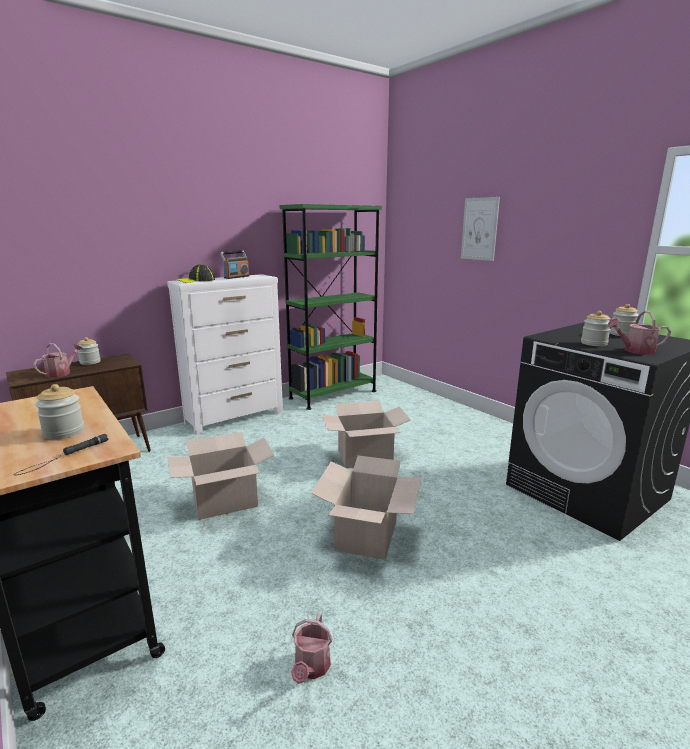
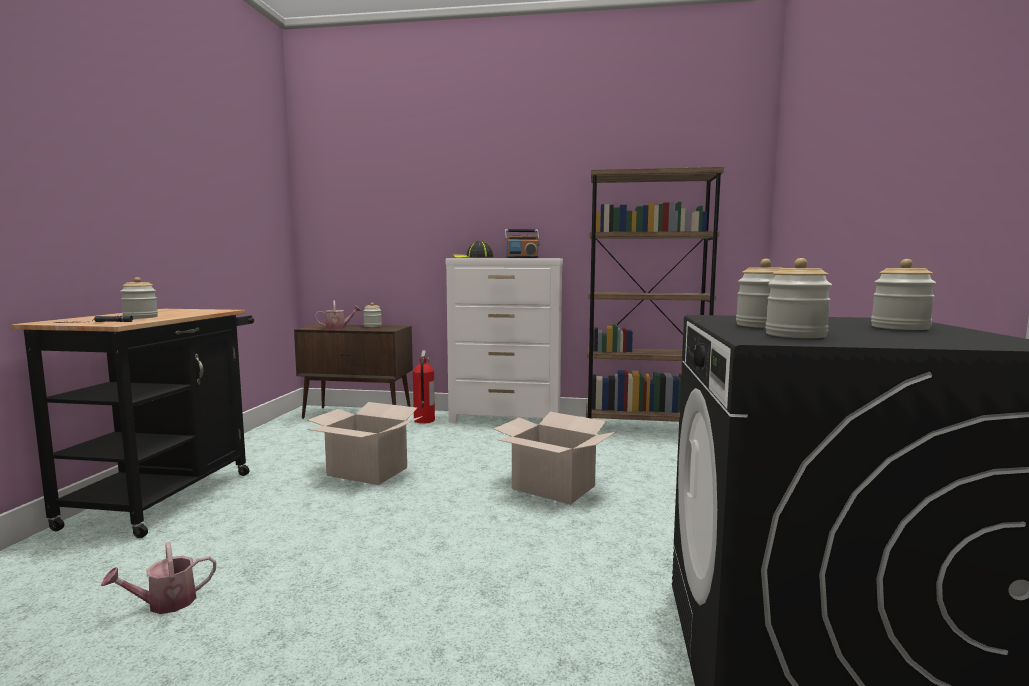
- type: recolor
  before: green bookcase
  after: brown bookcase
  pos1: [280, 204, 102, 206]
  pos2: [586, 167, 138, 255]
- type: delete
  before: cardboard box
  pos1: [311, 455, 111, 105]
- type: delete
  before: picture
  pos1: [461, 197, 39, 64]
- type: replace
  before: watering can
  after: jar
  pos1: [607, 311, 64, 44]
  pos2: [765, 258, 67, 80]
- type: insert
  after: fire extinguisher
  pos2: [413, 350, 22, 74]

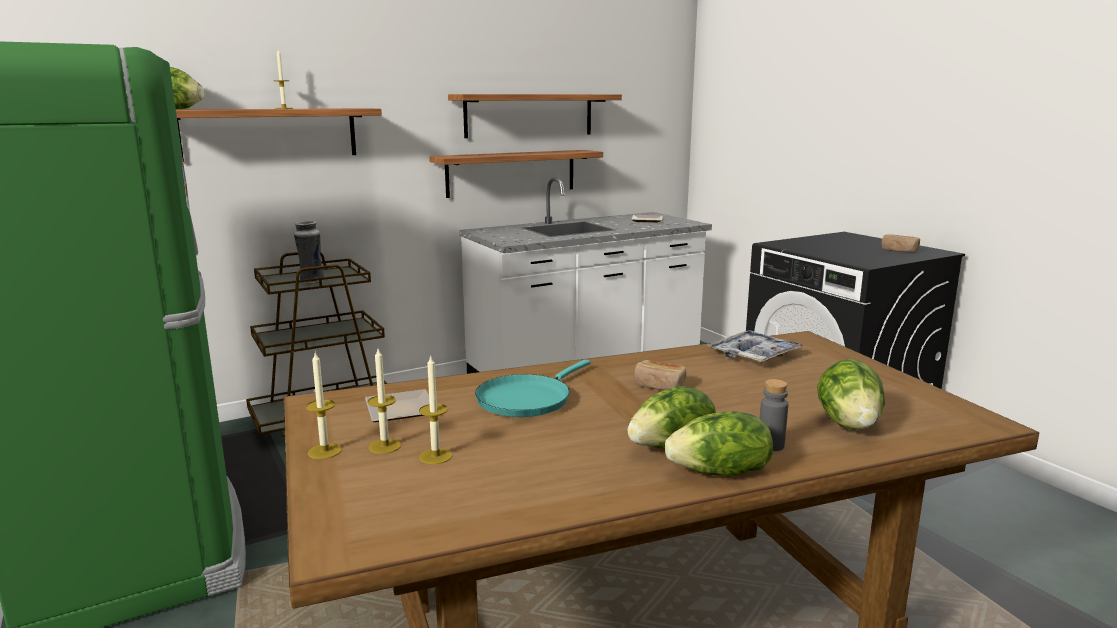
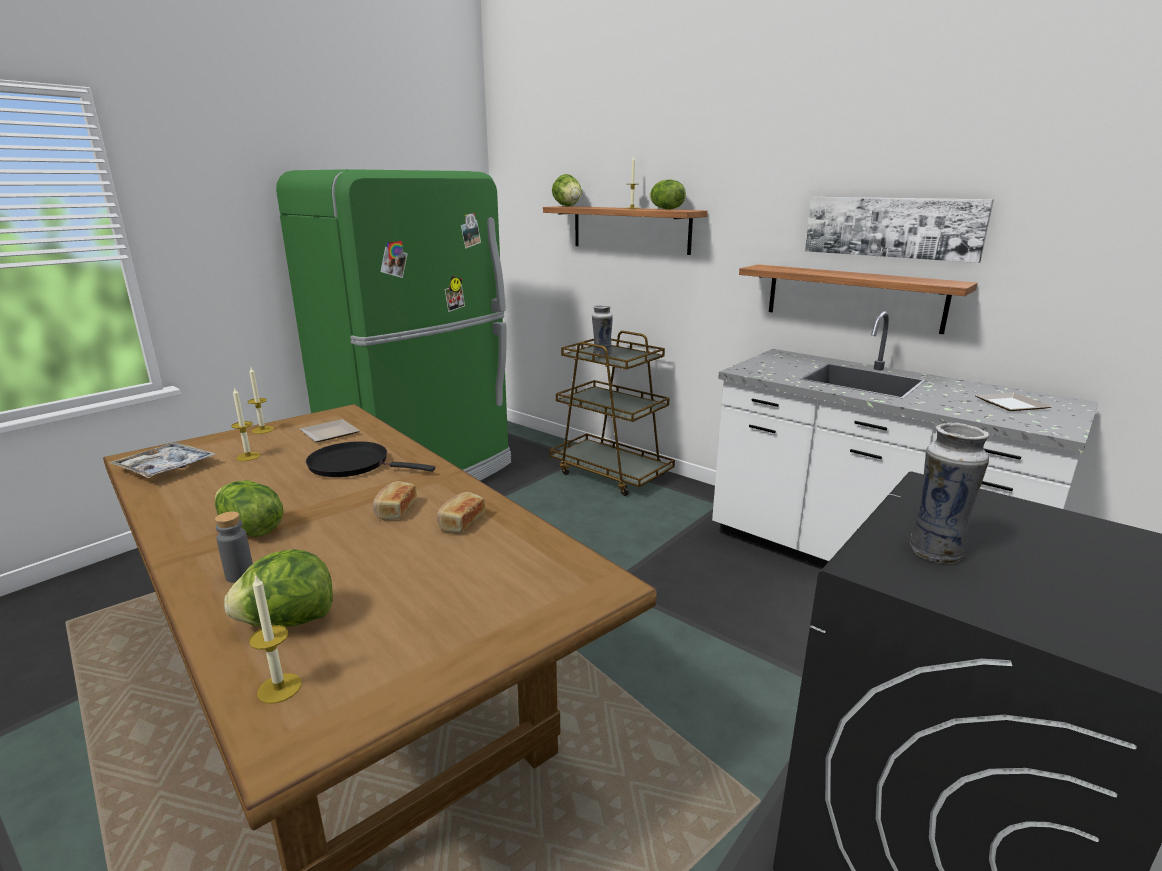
- type: move
  before: candle
  pos1: [367, 349, 35, 105]
  pos2: [249, 574, 53, 130]
- type: replace
  before: shelf
  after: picture
  pos1: [448, 94, 174, 44]
  pos2: [805, 197, 189, 66]
- type: recolor
  before: turquoise frying pan
  after: black frying pan
  pos1: [475, 359, 115, 58]
  pos2: [306, 441, 129, 36]
- type: move
  before: lettuce
  pos1: [665, 411, 108, 65]
  pos2: [650, 179, 36, 31]
- type: move
  before: tray
  pos1: [707, 330, 98, 33]
  pos2: [109, 443, 108, 35]
- type: move
  before: bread
  pos1: [882, 234, 38, 19]
  pos2: [437, 492, 48, 40]
- type: insert
  after: vase
  pos2: [910, 423, 79, 141]

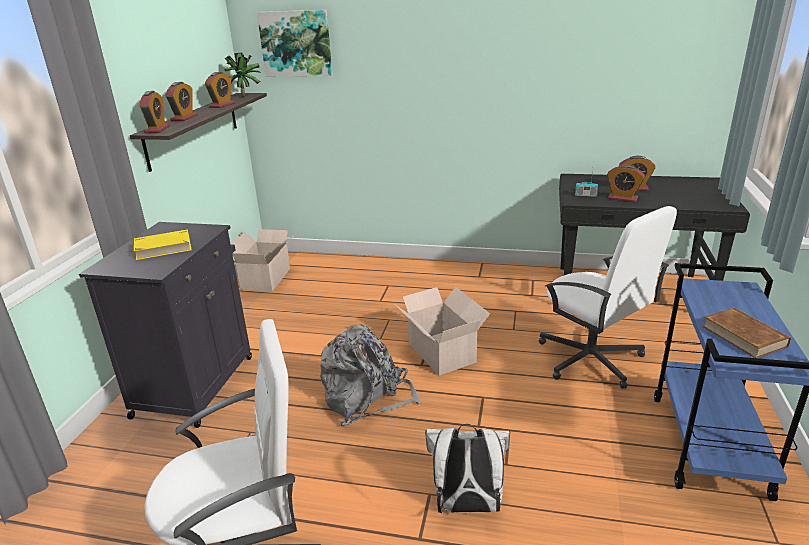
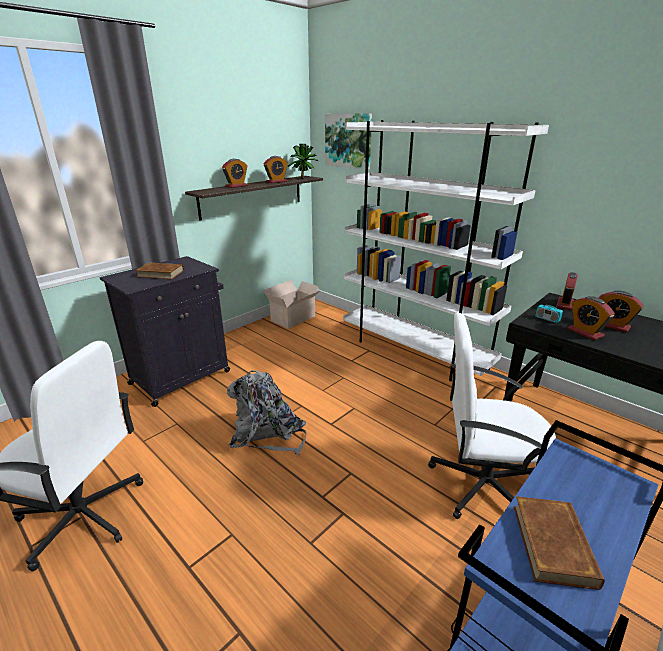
- type: recolor
  before: yellow book
  after: brown book
  pos1: [127, 229, 65, 31]
  pos2: [135, 263, 49, 16]
- type: move
  before: alarm clock
  pos1: [140, 91, 30, 42]
  pos2: [556, 272, 22, 38]
- type: delete
  before: cardboard box
  pos1: [394, 287, 96, 88]
- type: delete
  before: white backpack
  pos1: [425, 424, 84, 90]
- type: rotate
  before: white office chair
  pos1: [539, 206, 138, 183]
  pos2: [428, 313, 128, 206]
  turn: 105
- type: insert
  after: white bookcase
  pos2: [343, 120, 206, 261]

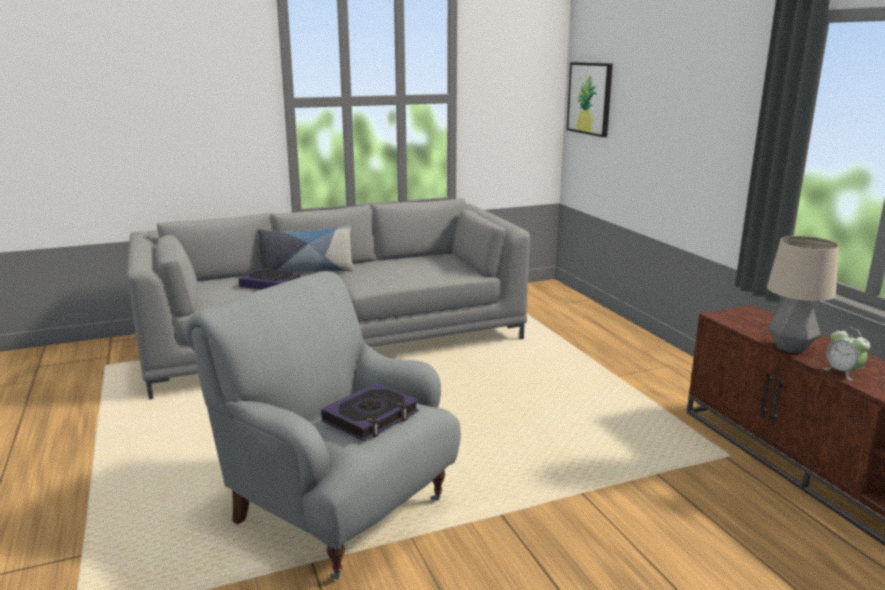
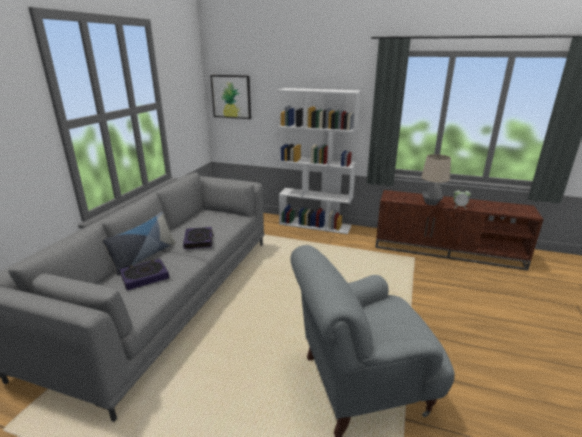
- type: move
  before: book
  pos1: [321, 382, 98, 60]
  pos2: [183, 227, 30, 22]
- type: insert
  after: white bookcase
  pos2: [277, 88, 84, 146]

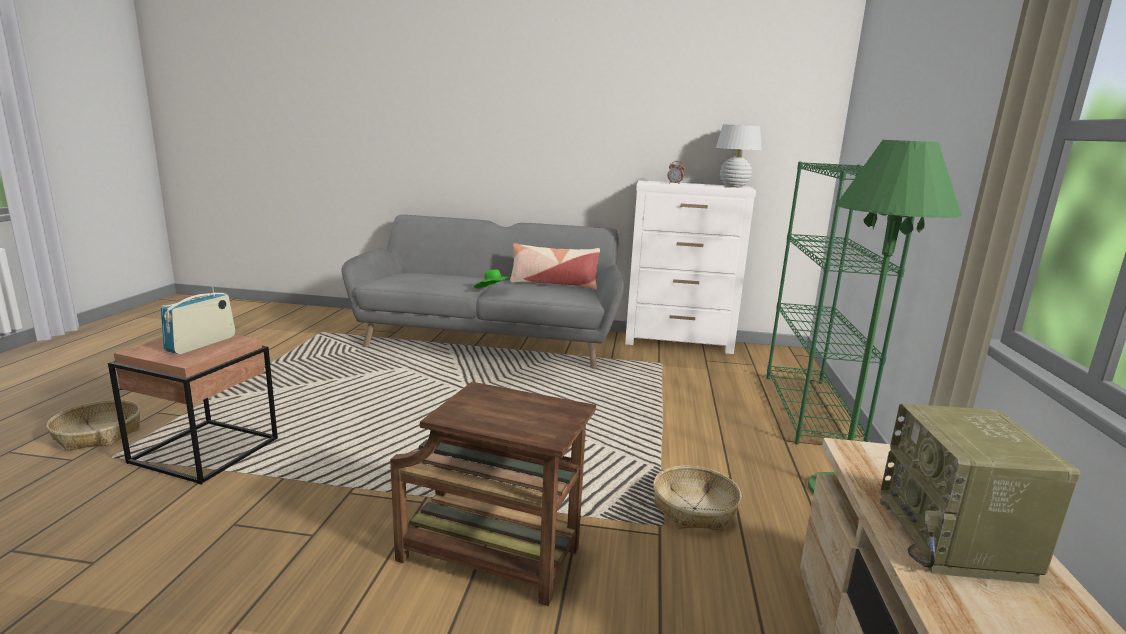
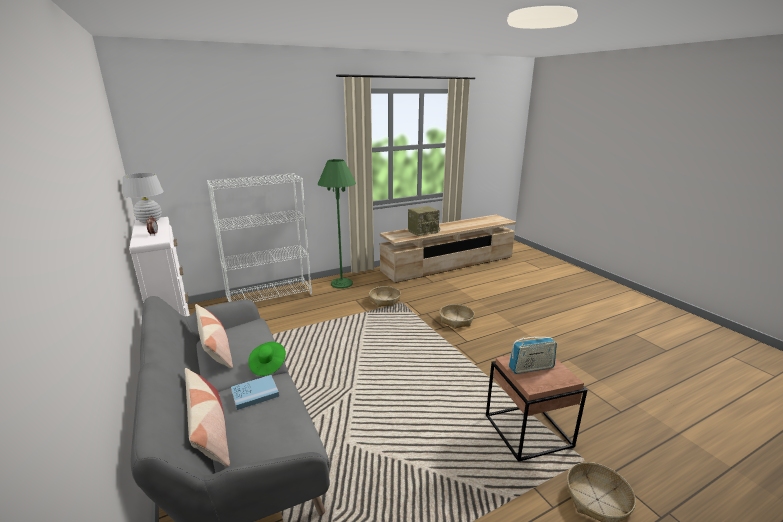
- type: replace
  before: brown side table
  after: basket
  pos1: [390, 382, 206, 224]
  pos2: [439, 304, 35, 25]
- type: recolor
  before: green bookcase
  after: white bookcase
  pos1: [766, 162, 149, 282]
  pos2: [207, 173, 105, 129]
- type: insert
  after: pillow
  pos2: [185, 368, 45, 98]
- type: insert
  after: blue book
  pos2: [231, 375, 48, 35]

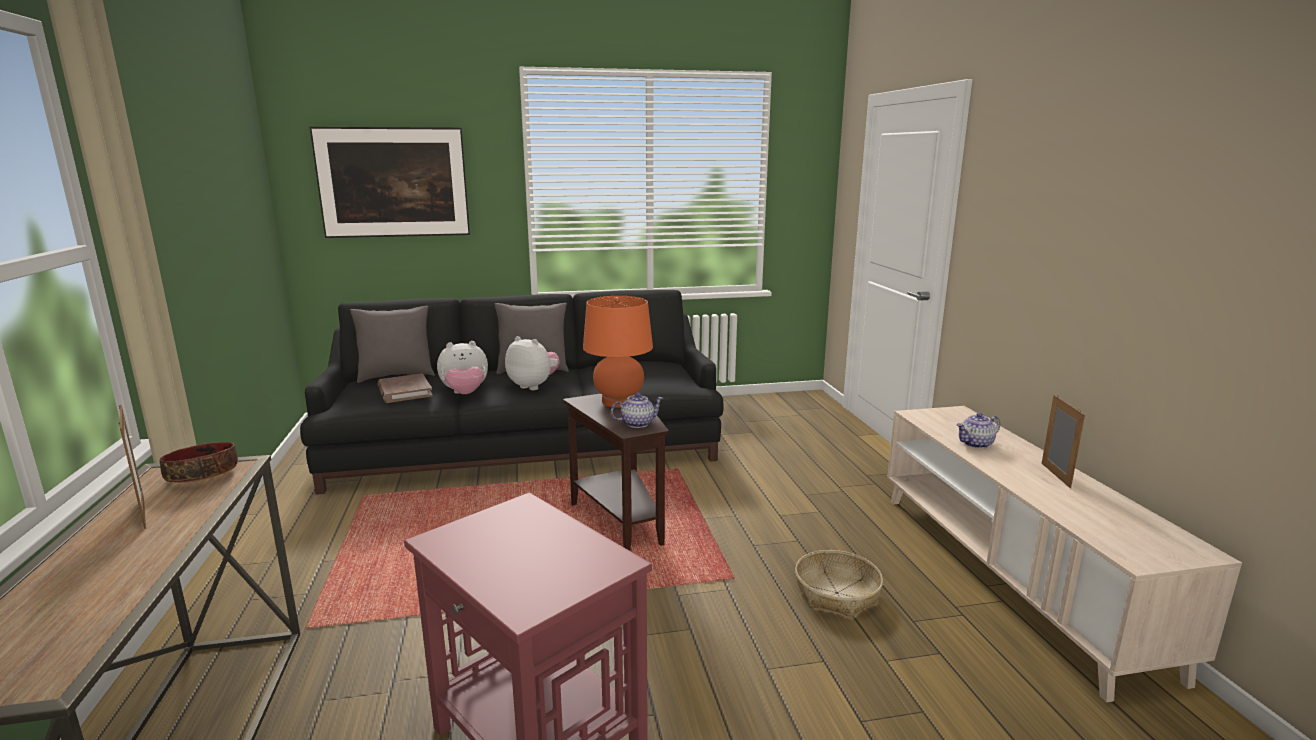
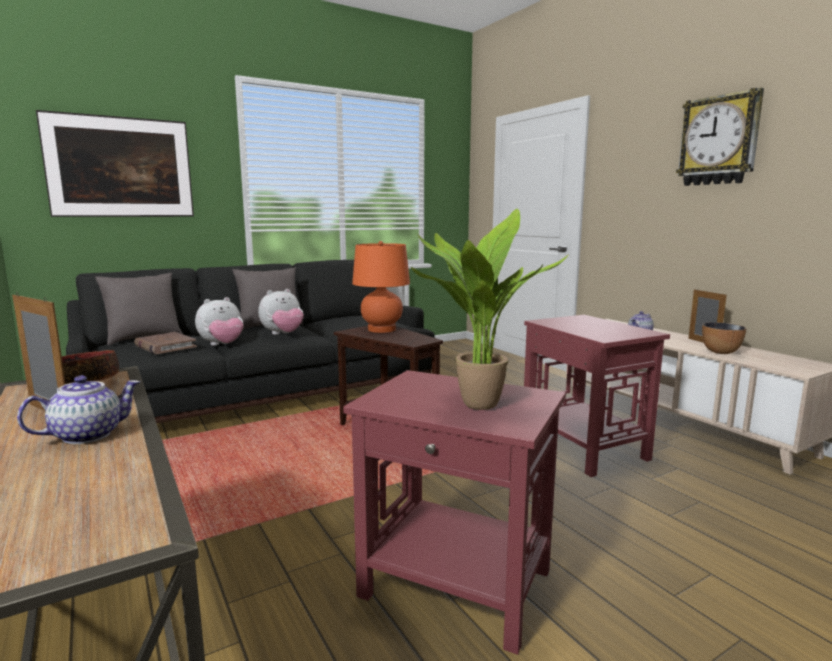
- type: rotate
  before: plush toy
  pos1: [505, 336, 55, 54]
  pos2: [258, 289, 46, 46]
  turn: 135
- type: move
  before: teapot
  pos1: [611, 393, 53, 35]
  pos2: [17, 375, 123, 69]
- type: replace
  before: basket
  after: red side table
  pos1: [795, 550, 88, 67]
  pos2: [524, 315, 146, 162]
- type: insert
  after: potted plant
  pos2: [411, 209, 158, 201]
- type: insert
  after: wall clock
  pos2: [676, 88, 88, 98]
- type: insert
  after: bowl
  pos2: [702, 322, 45, 32]

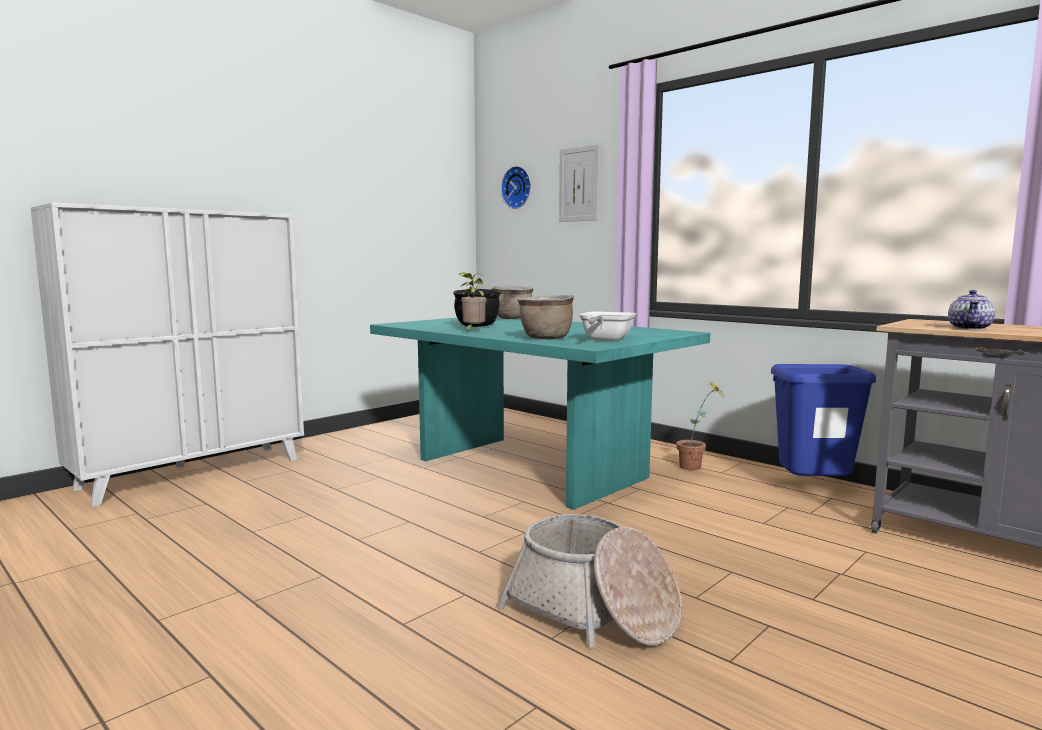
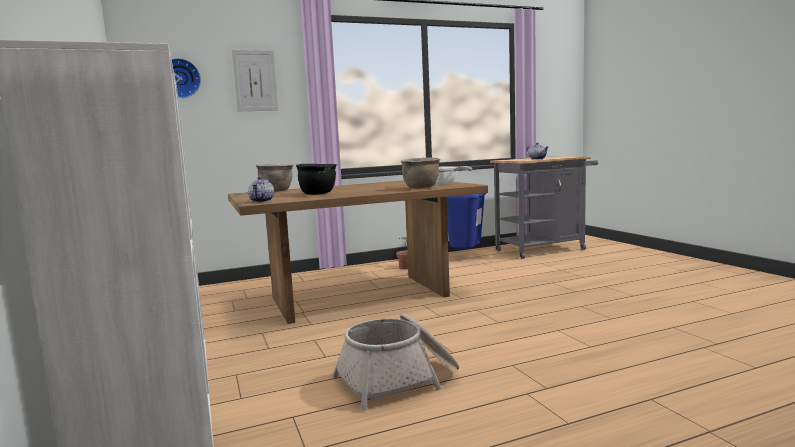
- type: recolor
  before: turquoise dining table
  after: brown dining table
  pos1: [370, 315, 340, 195]
  pos2: [228, 180, 260, 144]
- type: delete
  before: potted plant
  pos1: [459, 272, 27, 60]
- type: move
  before: basket
  pos1: [497, 514, 185, 133]
  pos2: [333, 313, 126, 98]
- type: insert
  after: teapot
  pos2: [248, 176, 26, 26]

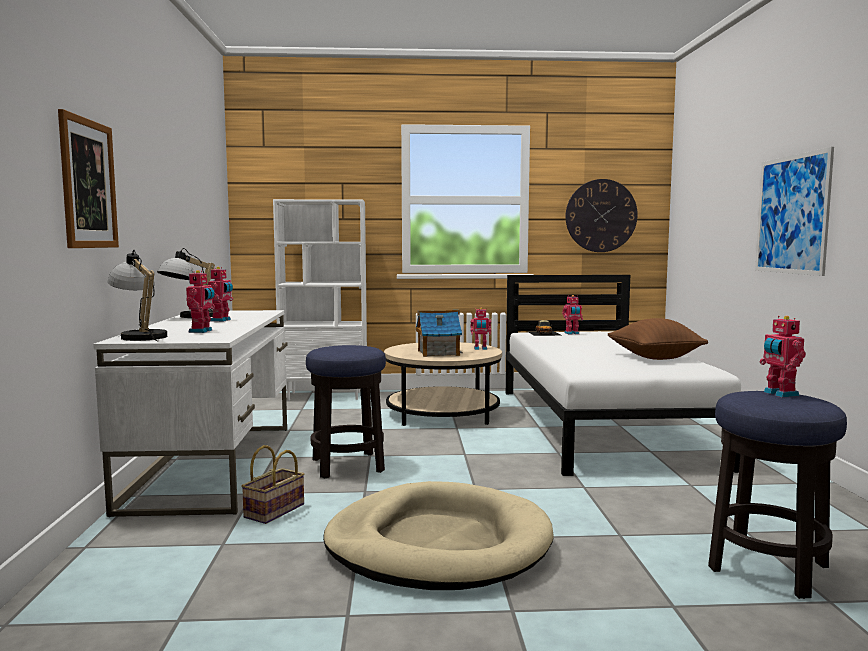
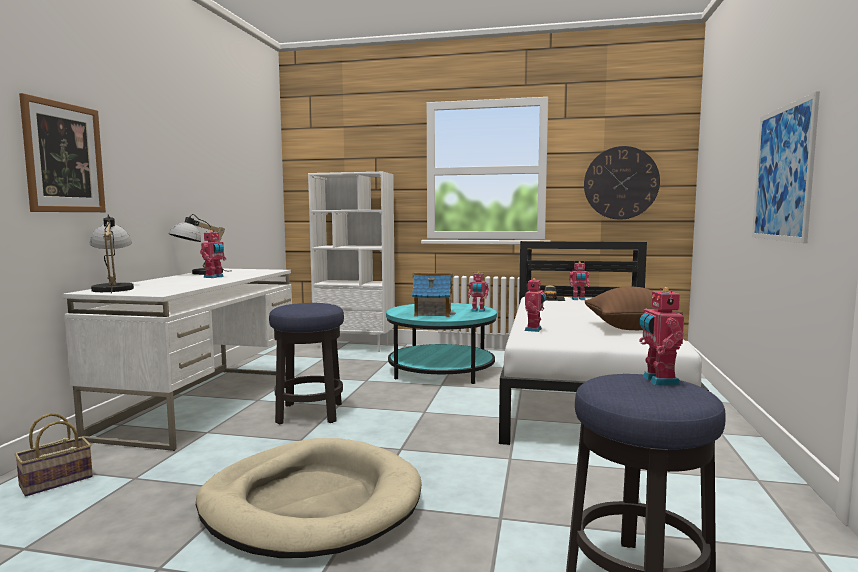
- type: move
  before: toy robot
  pos1: [186, 270, 29, 63]
  pos2: [525, 278, 21, 54]
- type: move
  before: basket
  pos1: [241, 445, 63, 79]
  pos2: [14, 413, 79, 83]
- type: recolor
  before: beige coffee table
  after: turquoise coffee table
  pos1: [384, 342, 118, 84]
  pos2: [386, 303, 111, 81]

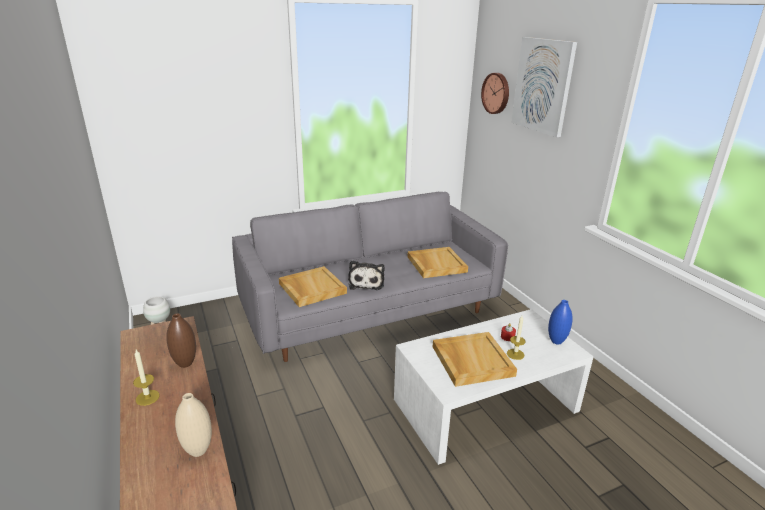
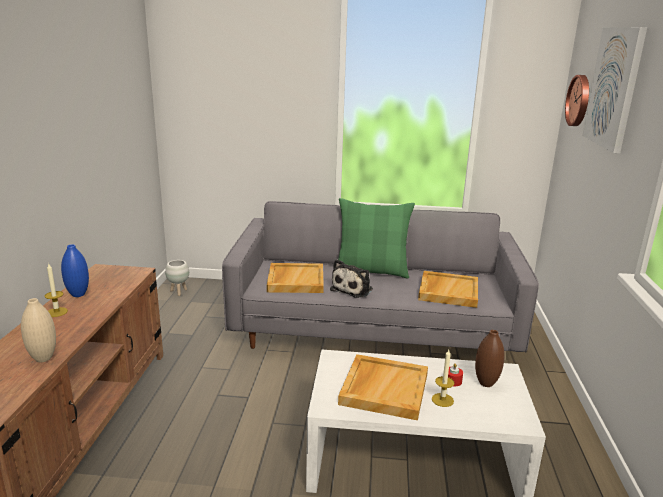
- type: move
  before: brown vase
  pos1: [166, 313, 30, 55]
  pos2: [475, 330, 30, 57]
- type: move
  before: blue vase
  pos1: [548, 300, 25, 44]
  pos2: [61, 244, 28, 53]
- type: insert
  after: green pillow
  pos2: [338, 198, 77, 81]

